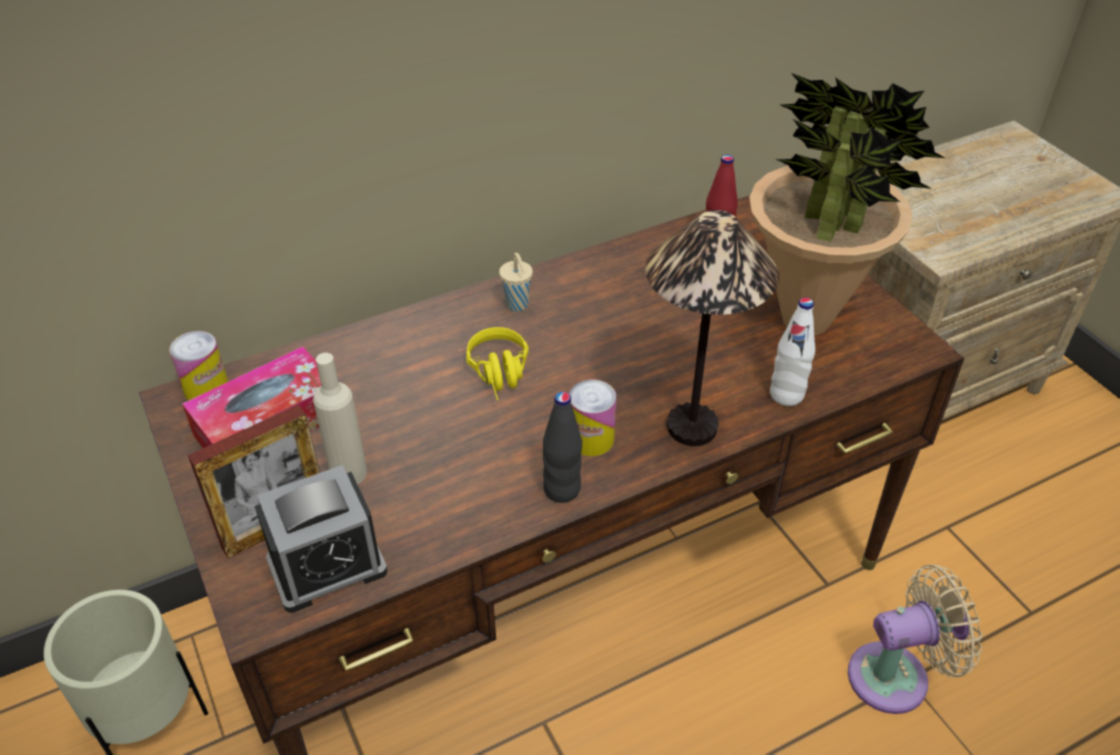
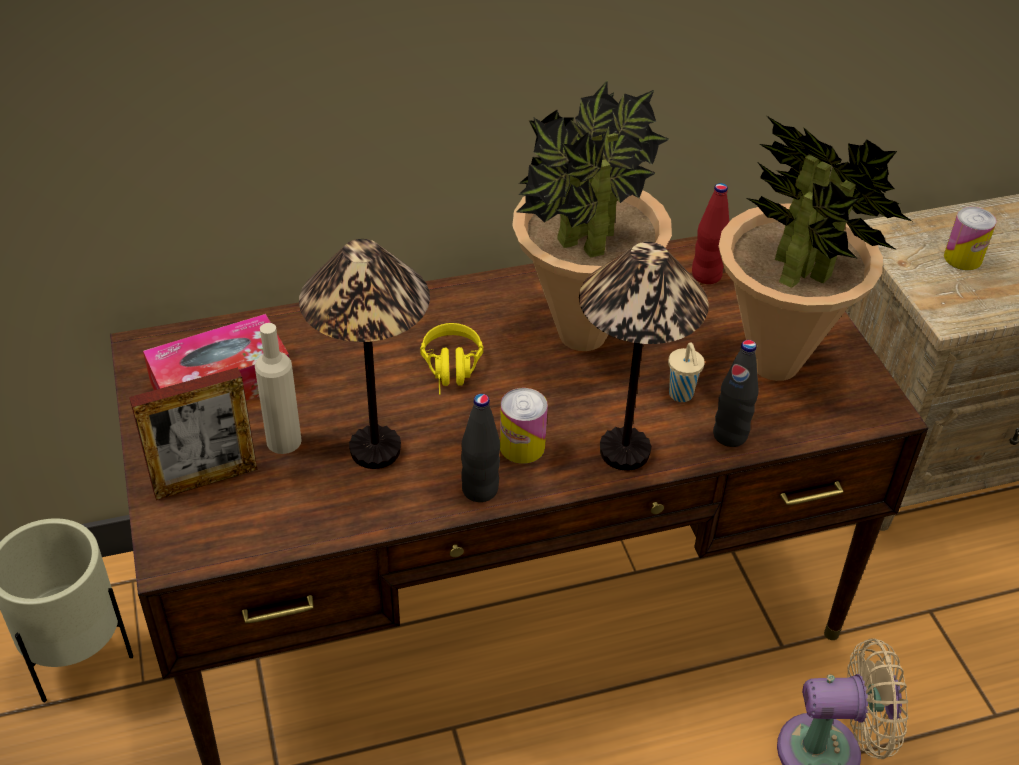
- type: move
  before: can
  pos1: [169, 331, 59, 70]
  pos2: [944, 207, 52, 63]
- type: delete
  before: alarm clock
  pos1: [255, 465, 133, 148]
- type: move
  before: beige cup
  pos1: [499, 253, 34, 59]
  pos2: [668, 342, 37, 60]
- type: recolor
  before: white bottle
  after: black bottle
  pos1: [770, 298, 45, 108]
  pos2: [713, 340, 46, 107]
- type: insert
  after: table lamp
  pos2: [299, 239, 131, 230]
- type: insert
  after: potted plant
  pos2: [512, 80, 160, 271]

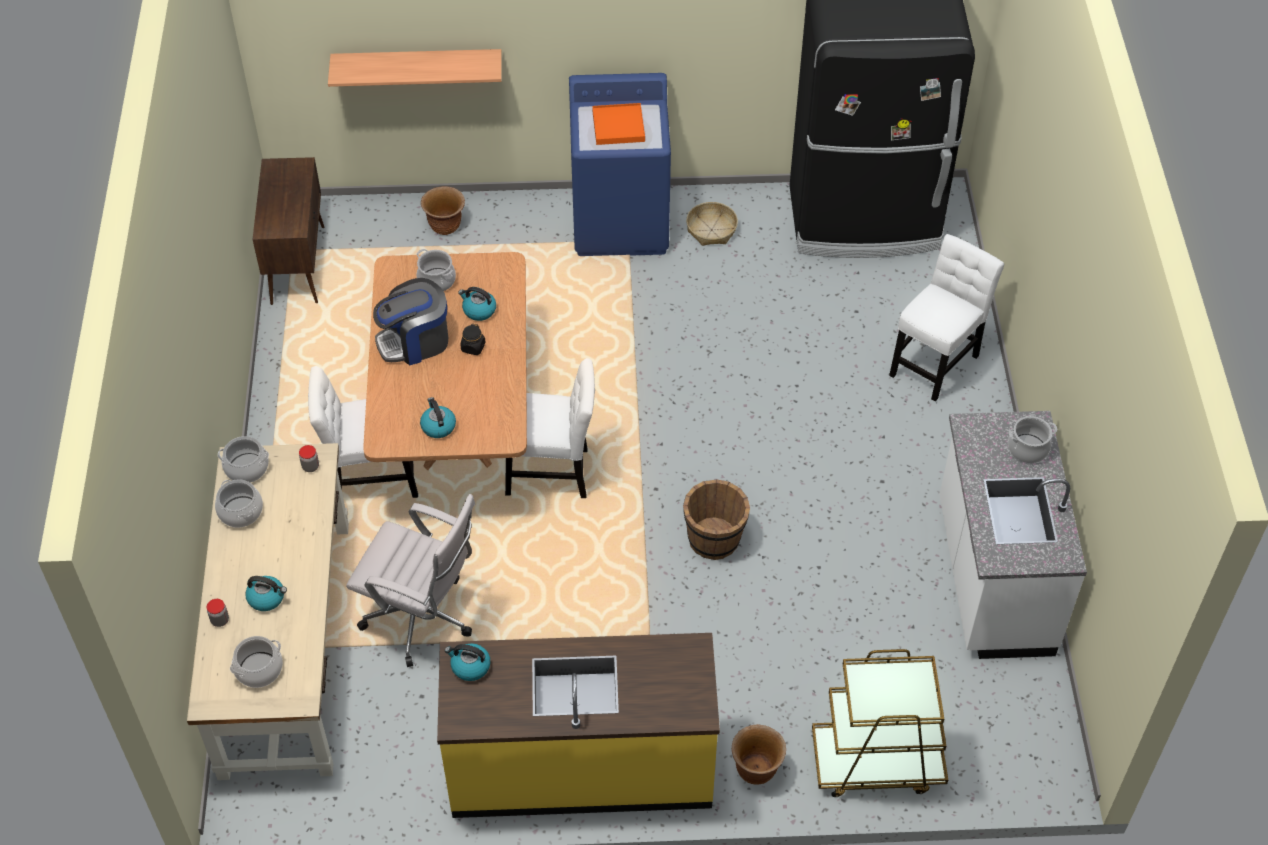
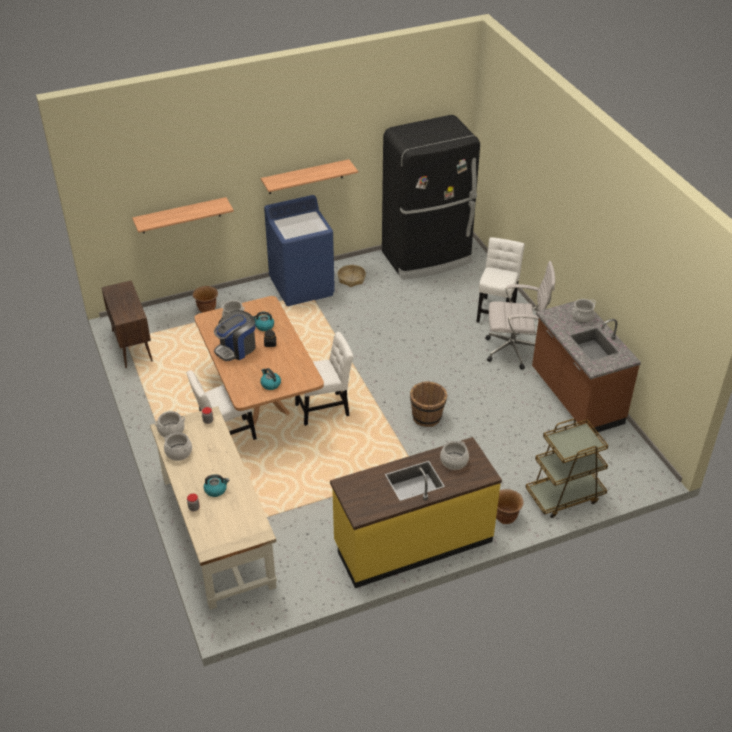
- type: move
  before: cooking pot
  pos1: [230, 636, 53, 52]
  pos2: [440, 441, 29, 29]
- type: move
  before: white office chair
  pos1: [346, 494, 129, 173]
  pos2: [485, 261, 70, 109]
- type: delete
  before: kettle
  pos1: [445, 643, 46, 38]
- type: delete
  before: orange tray
  pos1: [592, 103, 53, 42]
- type: recolor
  before: white counter
  after: brown counter
  pos1: [939, 411, 148, 248]
  pos2: [532, 301, 109, 132]
- type: insert
  after: shelf
  pos2: [261, 159, 97, 35]

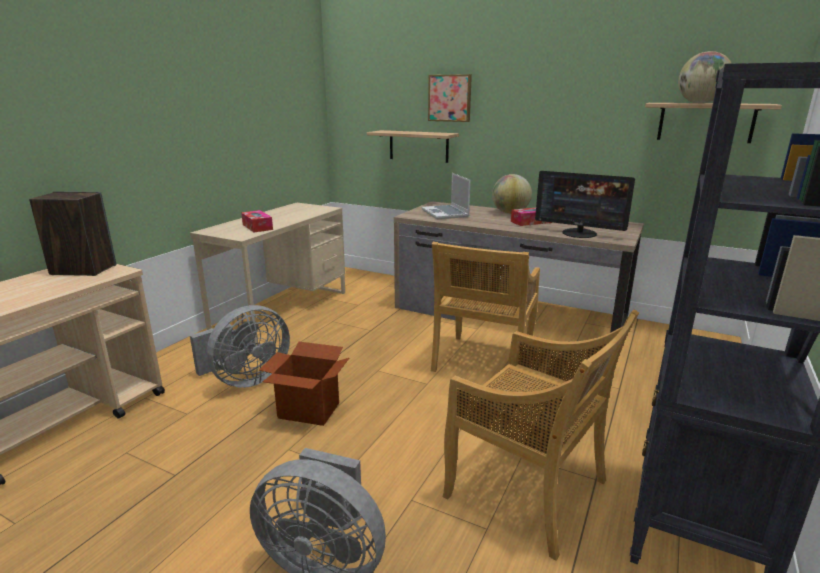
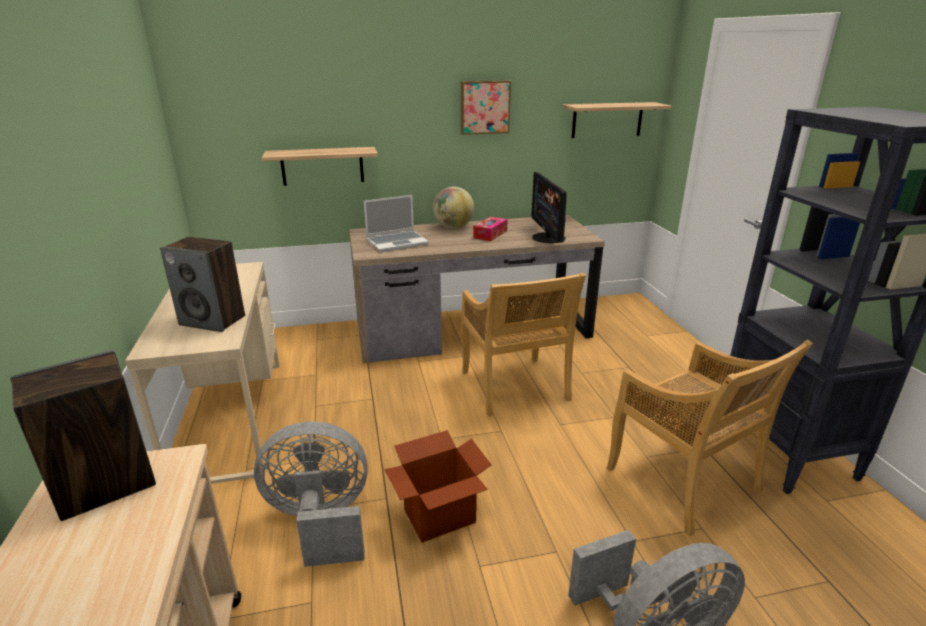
- type: rotate
  before: grey fan
  pos1: [190, 305, 100, 83]
  pos2: [254, 421, 114, 146]
  turn: -105
- type: replace
  before: tissue box
  after: speaker
  pos1: [241, 210, 32, 22]
  pos2: [160, 237, 85, 95]
- type: rotate
  before: laptop
  pos1: [422, 173, 49, 46]
  pos2: [364, 195, 65, 57]
  turn: -60
- type: move
  before: picture
  pos1: [428, 74, 44, 48]
  pos2: [461, 80, 50, 55]
- type: rotate
  before: beige chair
  pos1: [443, 310, 196, 251]
  pos2: [606, 340, 207, 197]
  turn: 60
- type: rotate
  before: monitor
  pos1: [535, 171, 100, 67]
  pos2: [531, 172, 36, 71]
  turn: 90
- type: delete
  before: globe
  pos1: [678, 51, 54, 52]

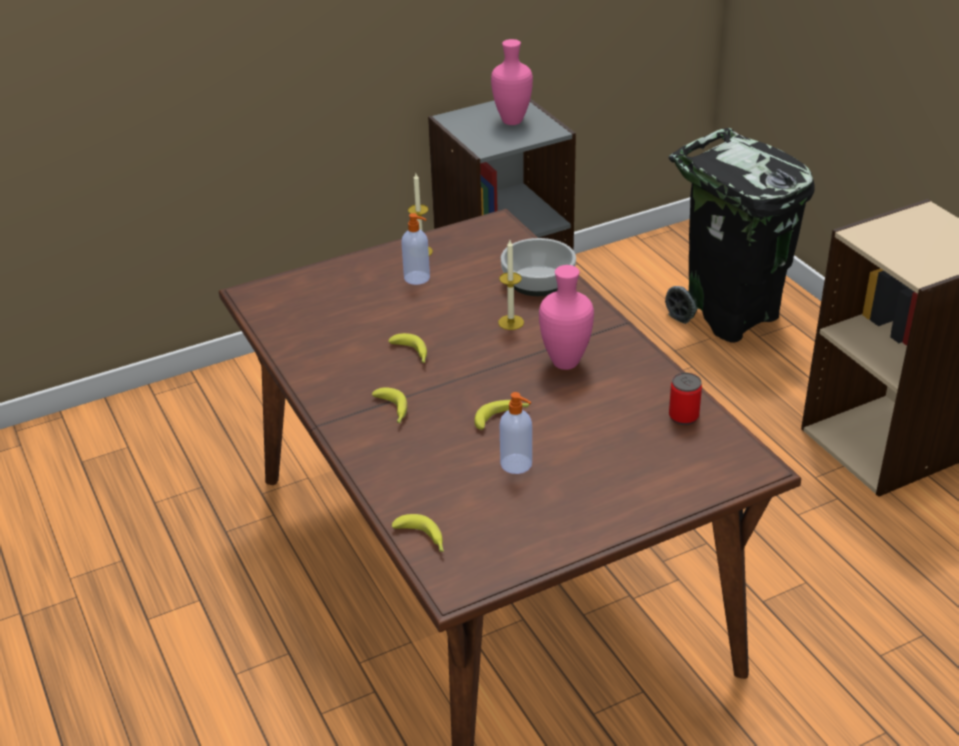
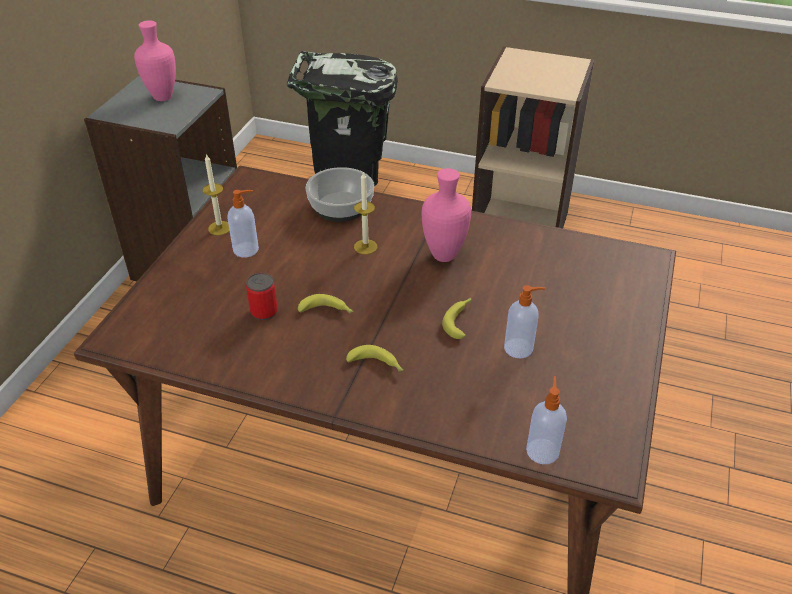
- type: replace
  before: banana
  after: soap dispenser
  pos1: [392, 514, 52, 38]
  pos2: [526, 376, 41, 88]
- type: move
  before: can
  pos1: [669, 373, 33, 52]
  pos2: [246, 273, 32, 47]

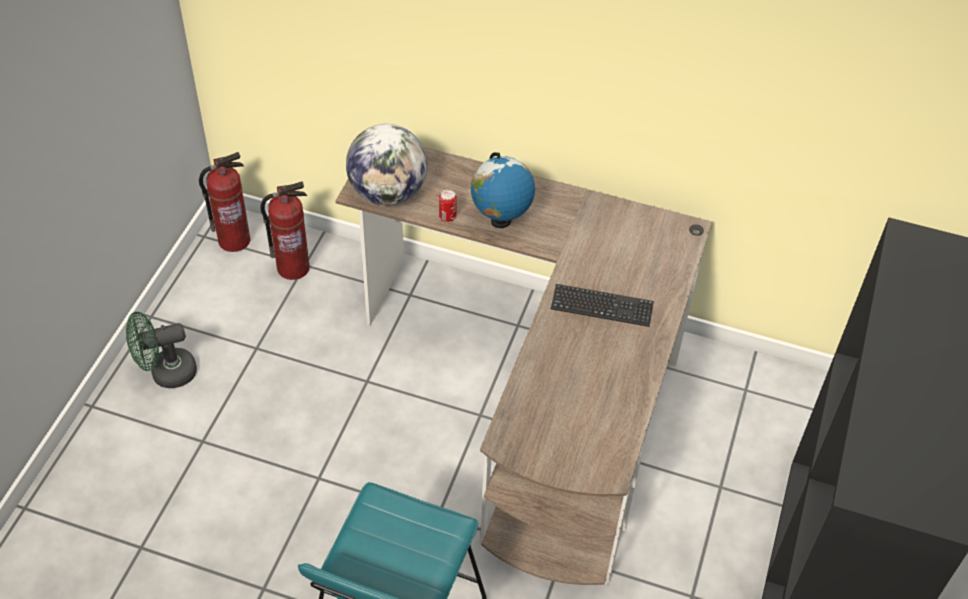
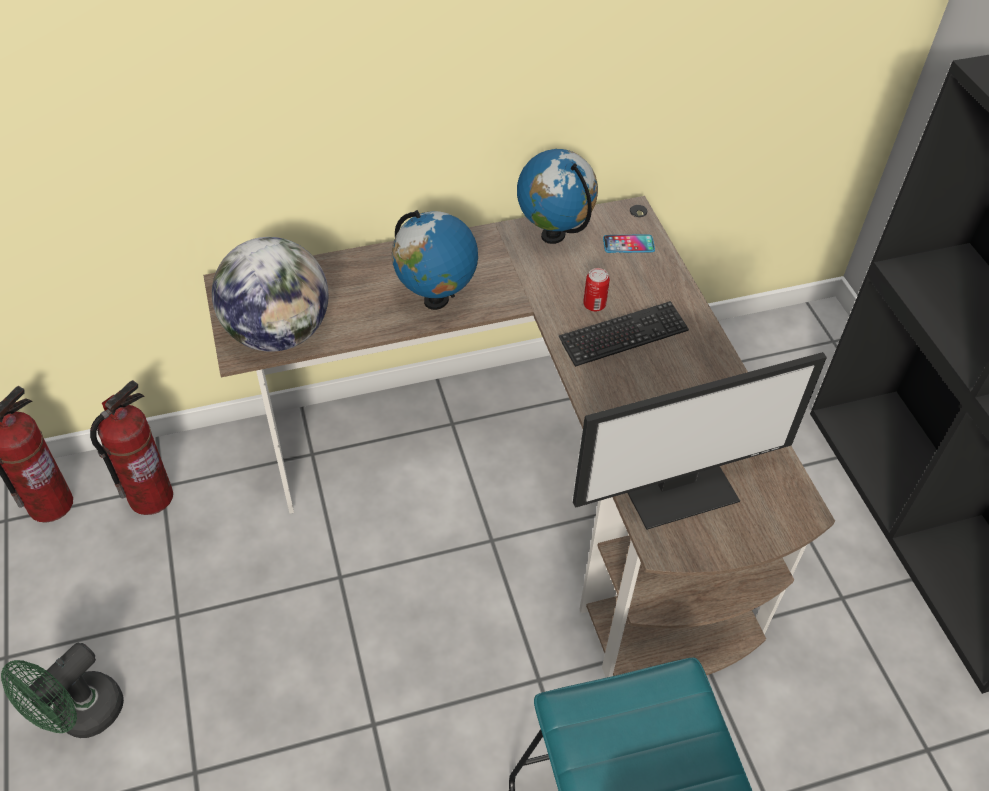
- type: move
  before: can
  pos1: [439, 189, 18, 33]
  pos2: [583, 268, 27, 44]
- type: insert
  after: globe
  pos2: [517, 149, 81, 95]
- type: insert
  after: monitor
  pos2: [573, 352, 254, 178]
- type: insert
  after: phone
  pos2: [603, 234, 52, 19]

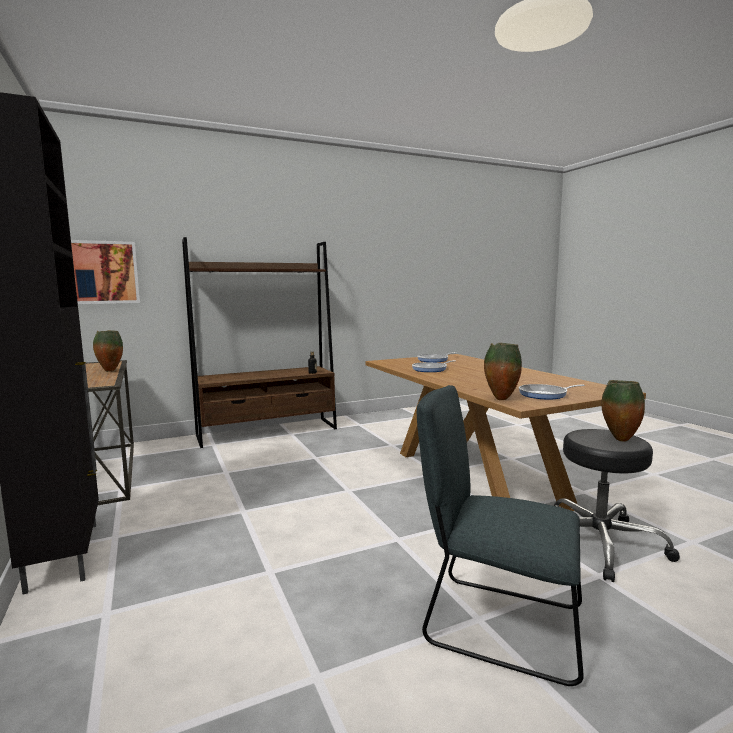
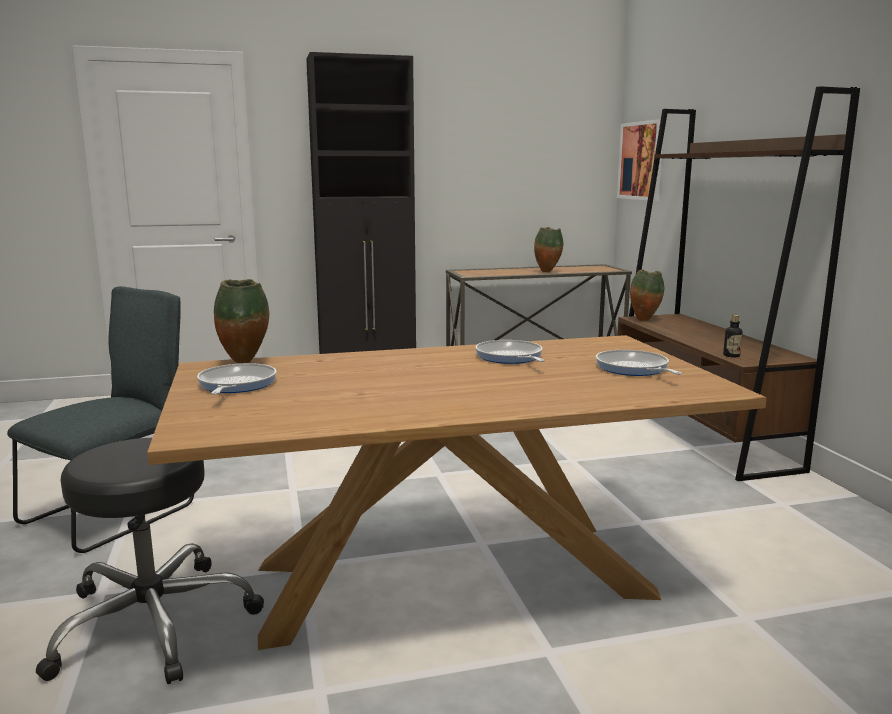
- type: move
  before: vase
  pos1: [601, 380, 44, 62]
  pos2: [630, 269, 34, 52]

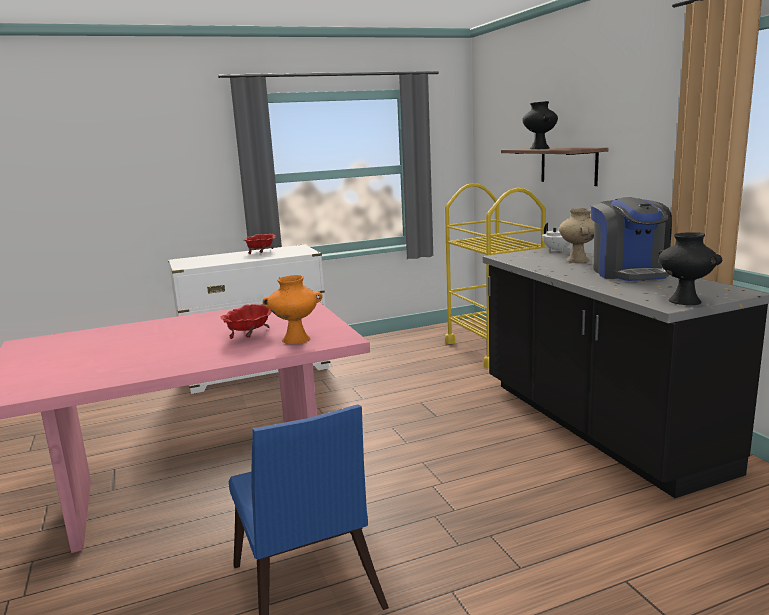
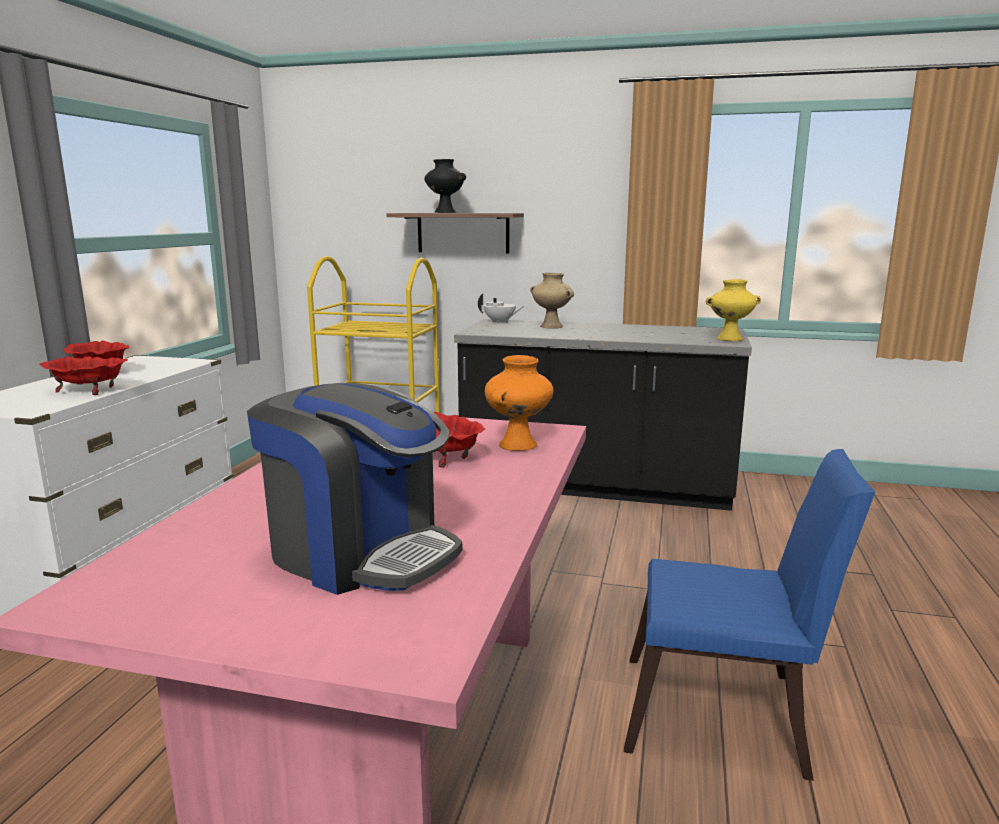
- type: move
  before: coffee machine
  pos1: [591, 197, 81, 84]
  pos2: [247, 383, 215, 212]
- type: recolor
  before: black vase
  after: yellow vase
  pos1: [658, 232, 64, 73]
  pos2: [706, 279, 55, 62]
- type: insert
  after: red bowl
  pos2: [39, 356, 89, 39]

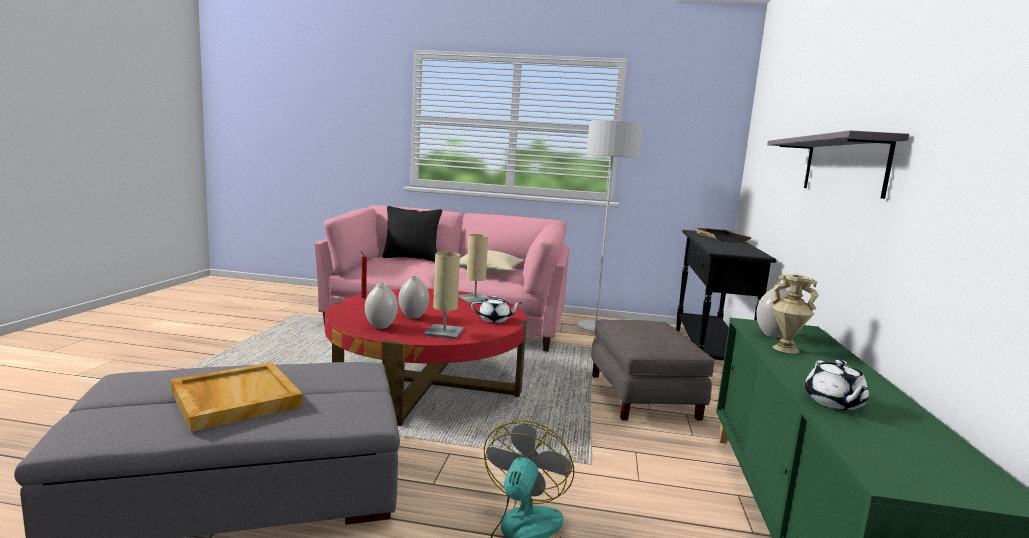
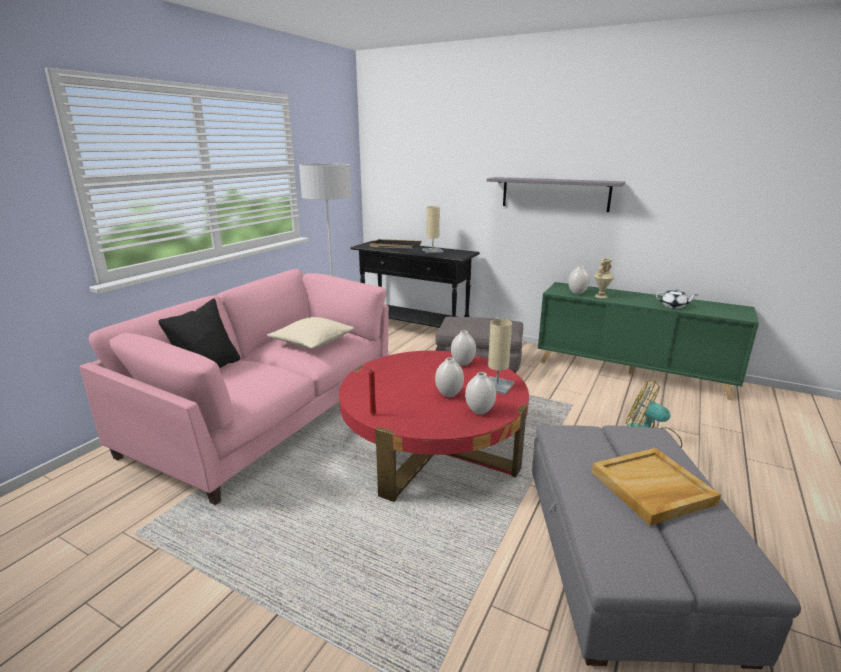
- type: move
  before: beige table lamp
  pos1: [458, 234, 32, 69]
  pos2: [422, 206, 21, 47]
- type: replace
  before: white teapot
  after: white vase
  pos1: [471, 295, 52, 28]
  pos2: [451, 331, 25, 35]

